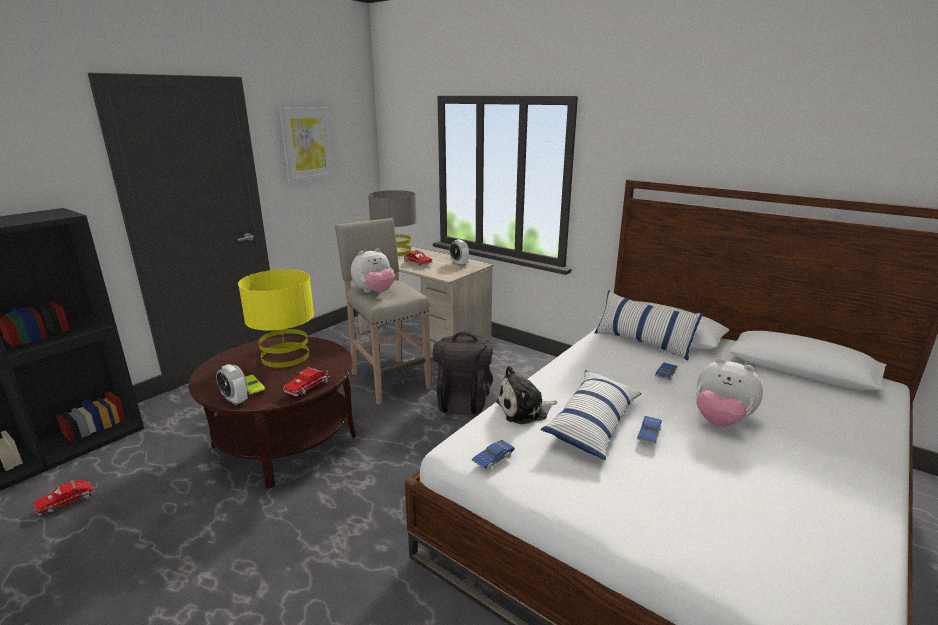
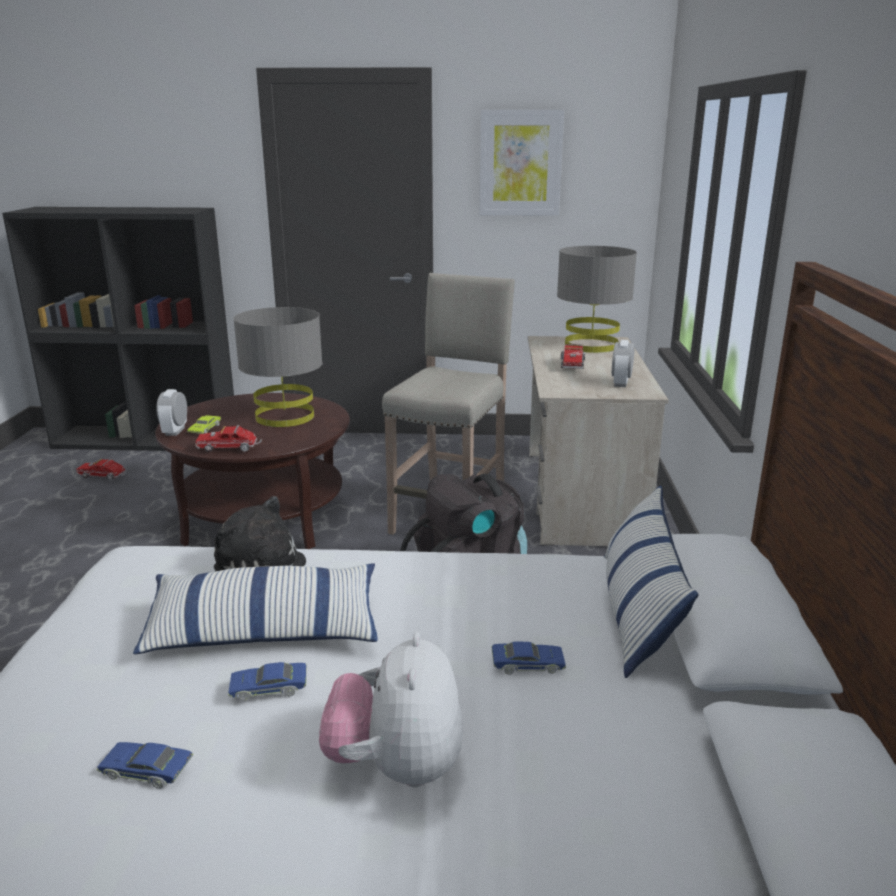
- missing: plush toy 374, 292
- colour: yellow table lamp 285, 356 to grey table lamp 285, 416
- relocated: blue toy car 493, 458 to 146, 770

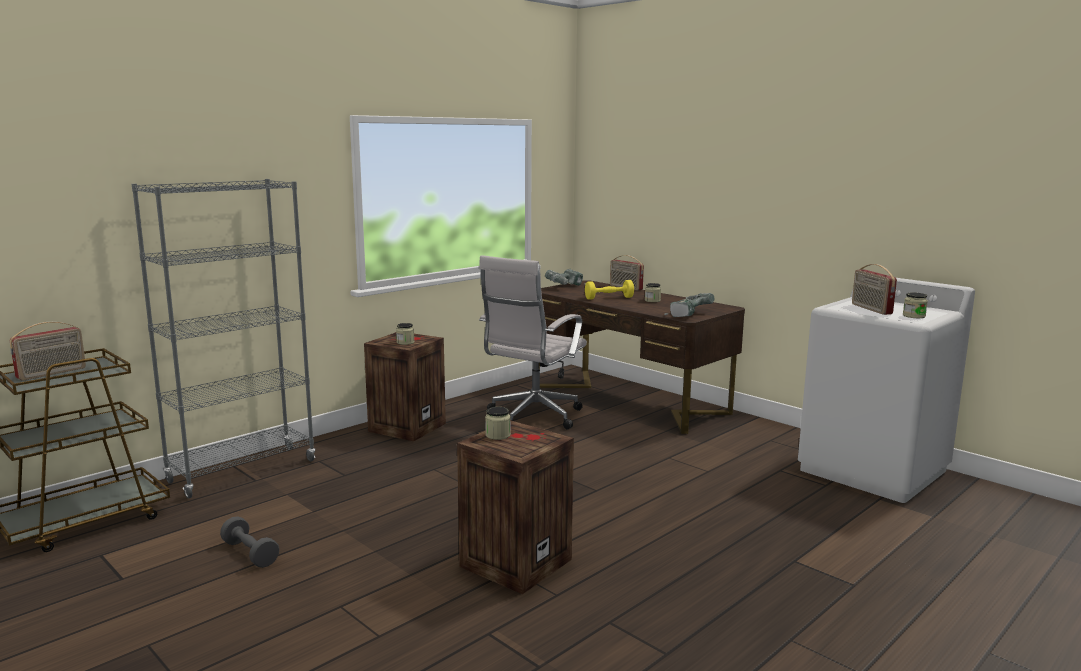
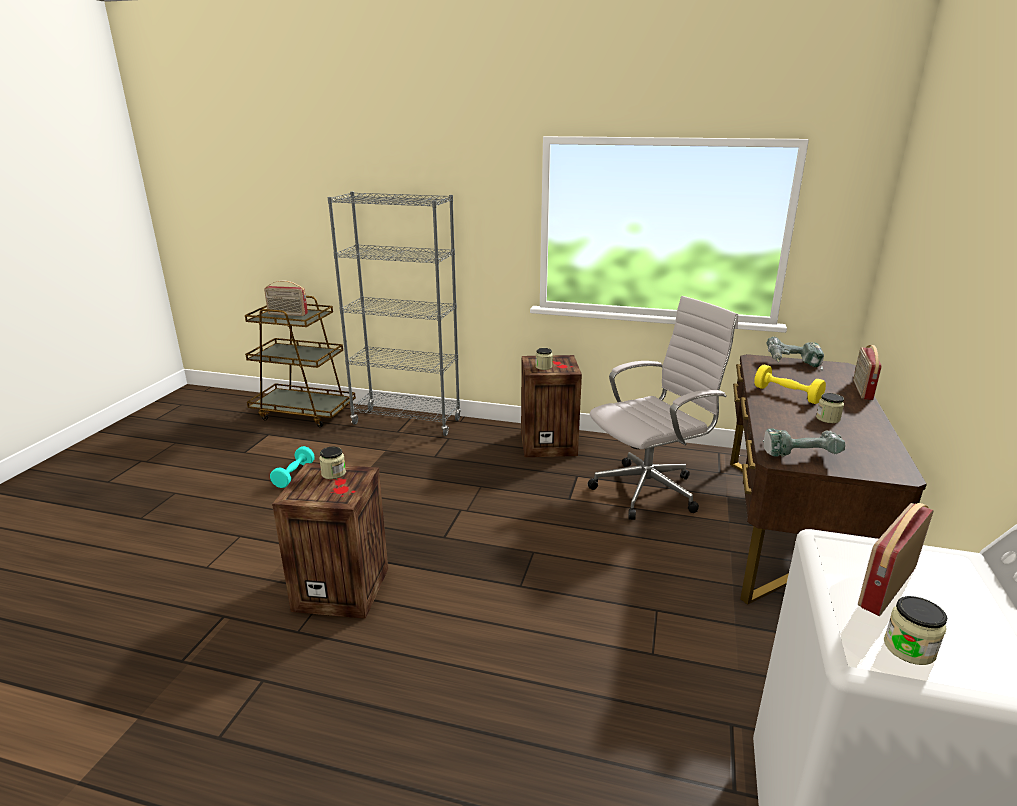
- spun: white office chair 532, 417 = 650, 490 150 degrees clockwise
- colour: grey dumbbell 250, 553 to turquoise dumbbell 294, 475

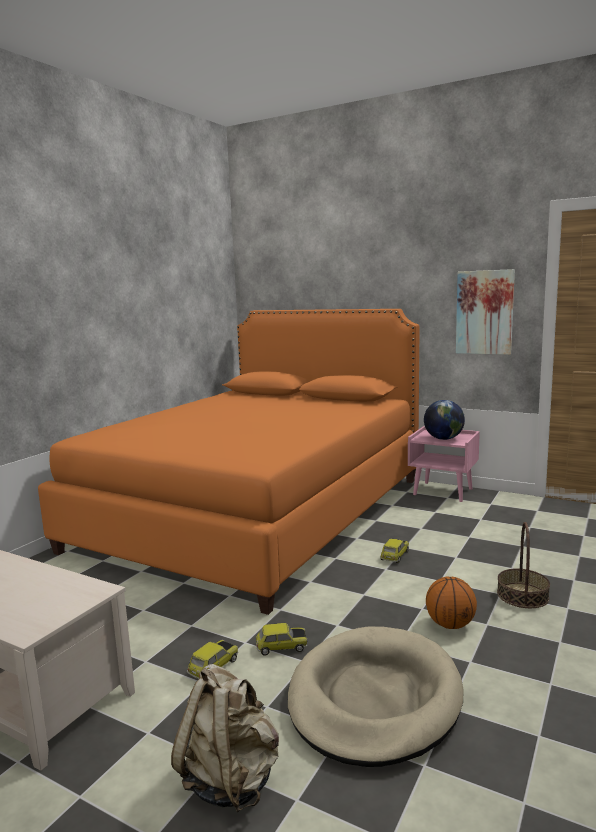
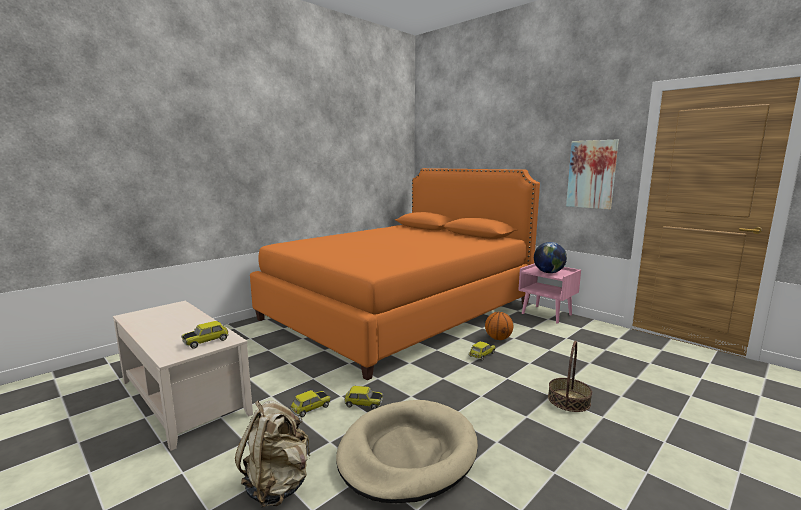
- relocated: basketball 450, 624 to 498, 338
- appeared: toy car 206, 341

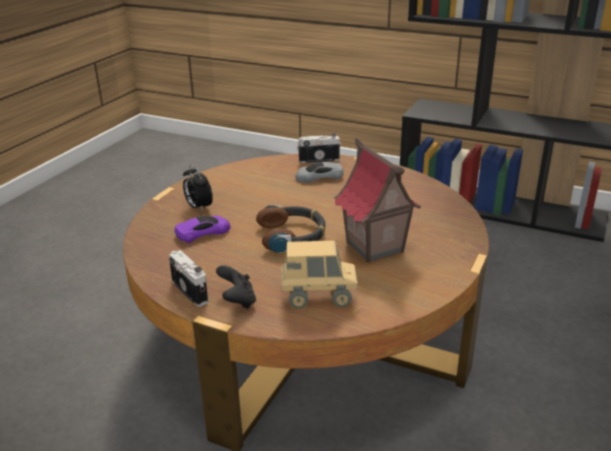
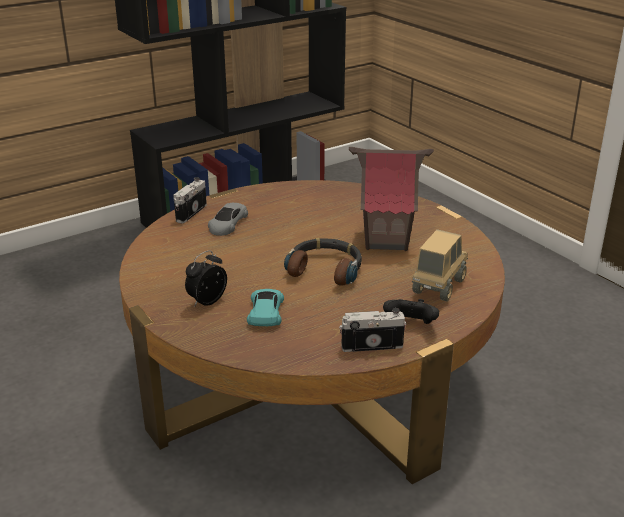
- spun: alarm clock 198, 207 = 207, 301 135 degrees clockwise
- colour: purple toy car 203, 232 to turquoise toy car 266, 312

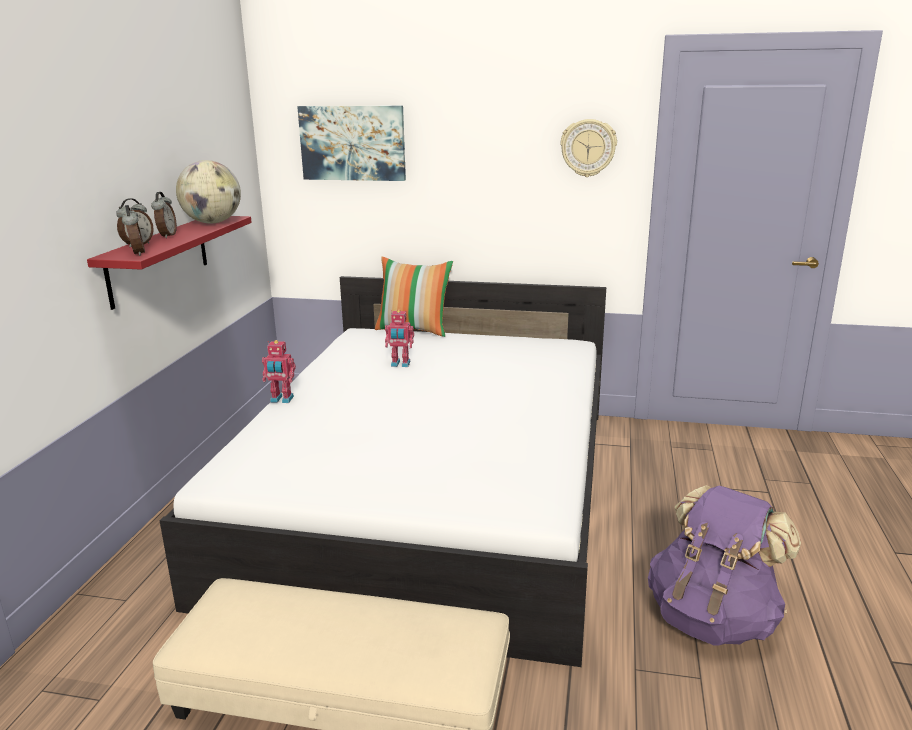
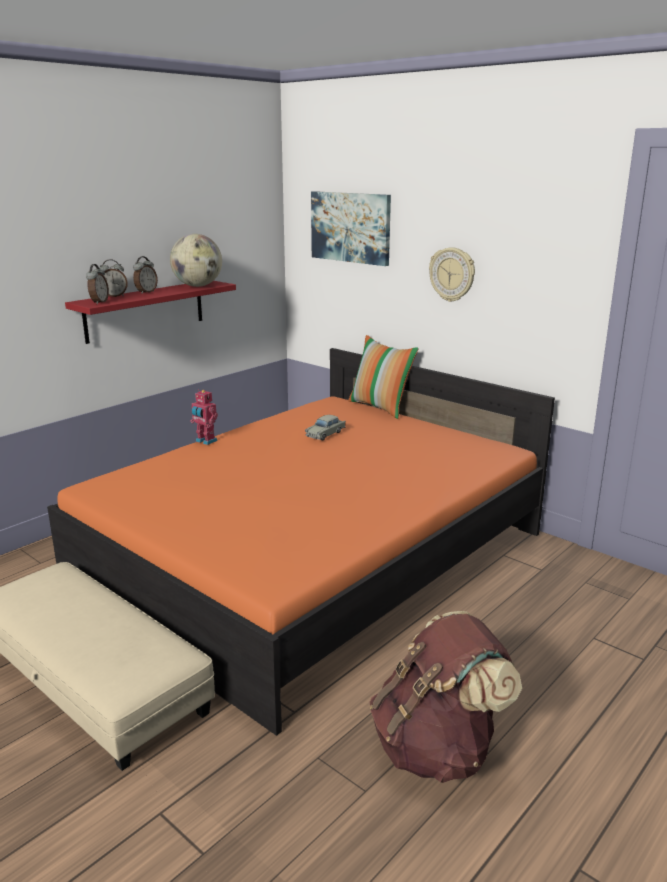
- relocated: wall clock 588, 148 to 452, 274
- colour: white bed 431, 494 to orange bed 312, 556
- exchanged: toy robot 400, 364 to beige toy car 325, 434
- colour: purple backpack 712, 618 to brown backpack 437, 748

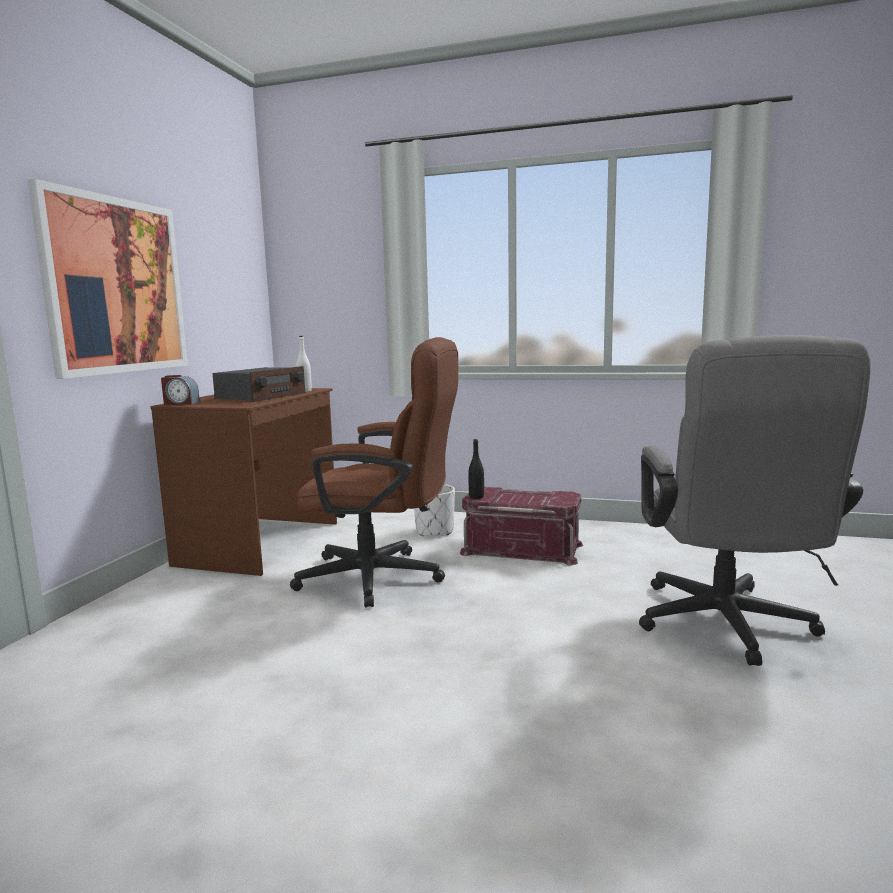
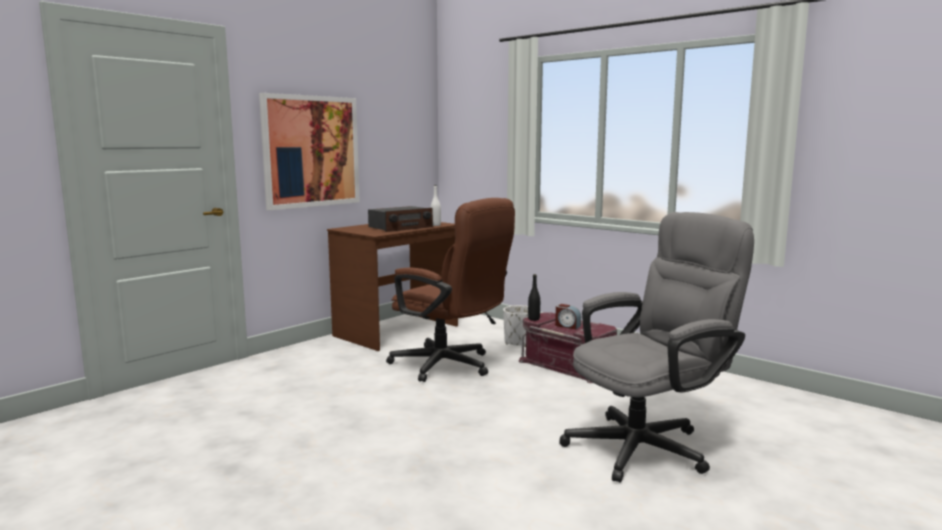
- spun: grey office chair 727, 628 = 648, 445 150 degrees counterclockwise
- relocated: alarm clock 181, 403 to 567, 326

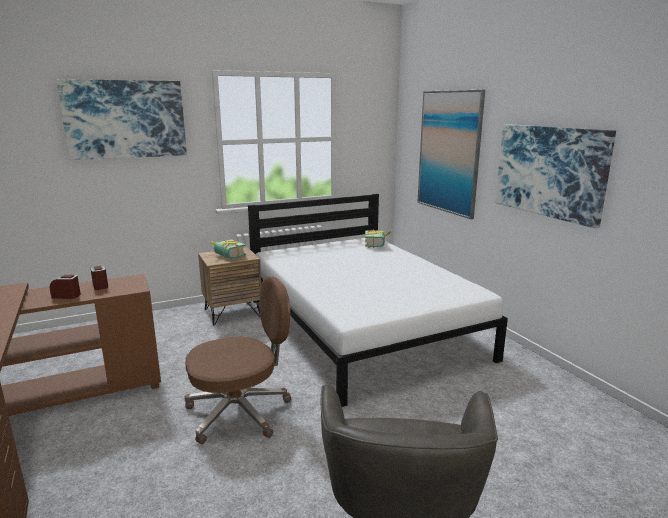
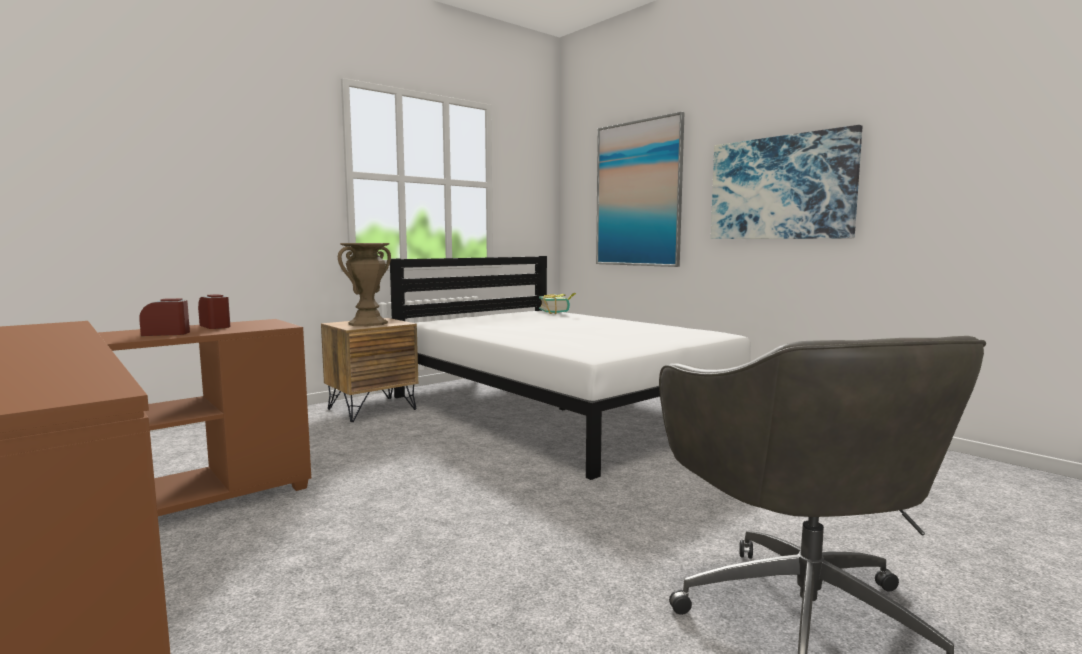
- missing: picture 125, 119
- exchanged: book 227, 256 to brown vase 368, 323
- missing: brown office chair 240, 412

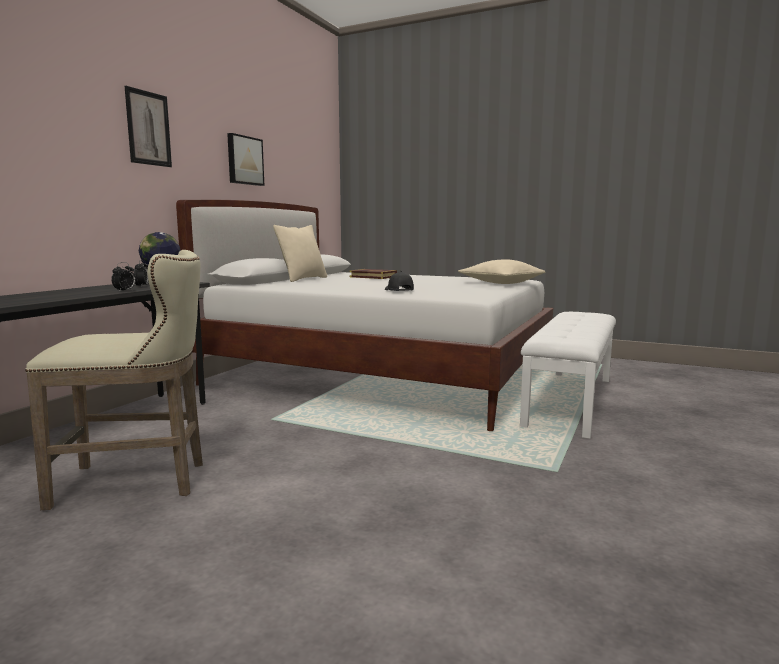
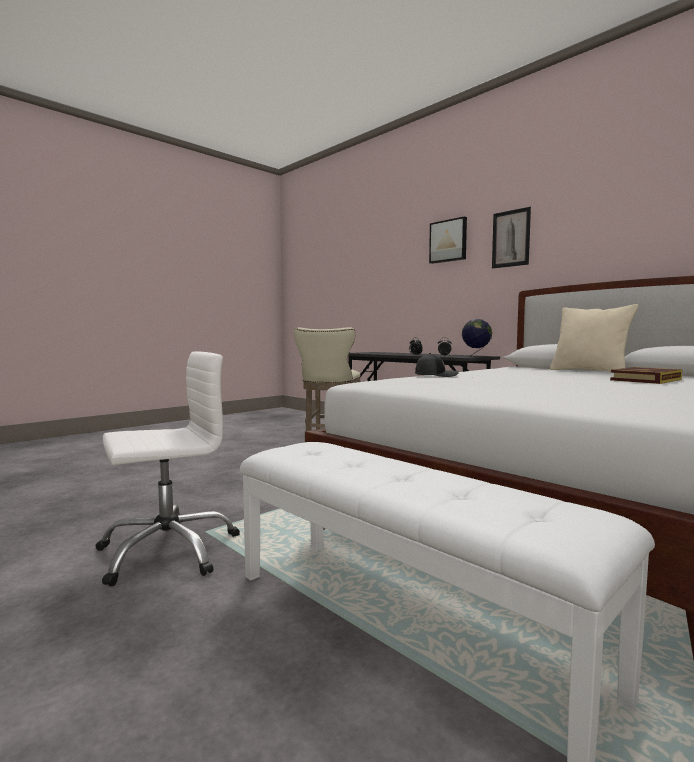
- relocated: picture 244, 160 to 448, 241
- missing: beige pillow 501, 283
- appeared: white office chair 168, 550

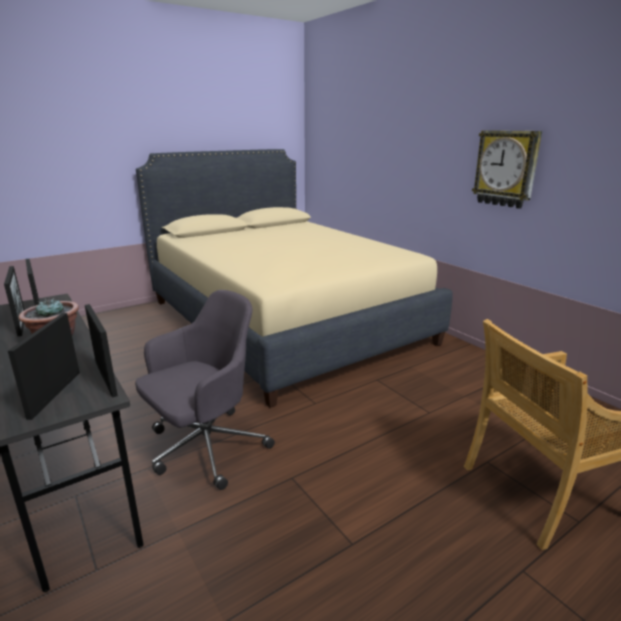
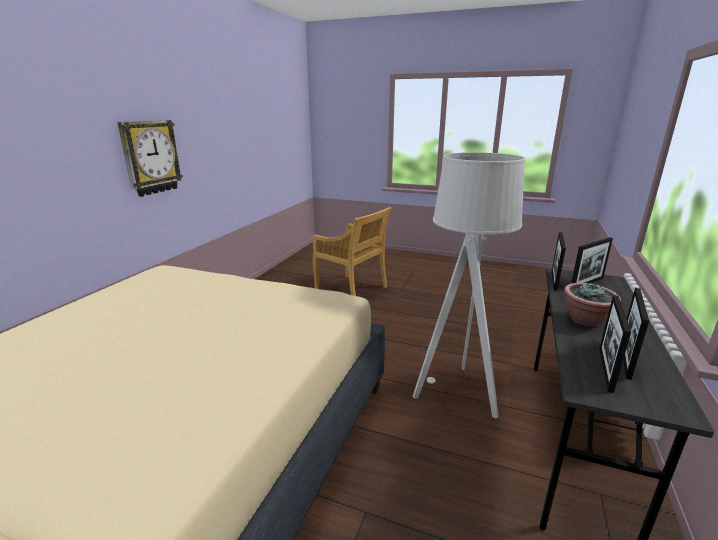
- exchanged: grey office chair 205, 448 to grey floor lamp 457, 393

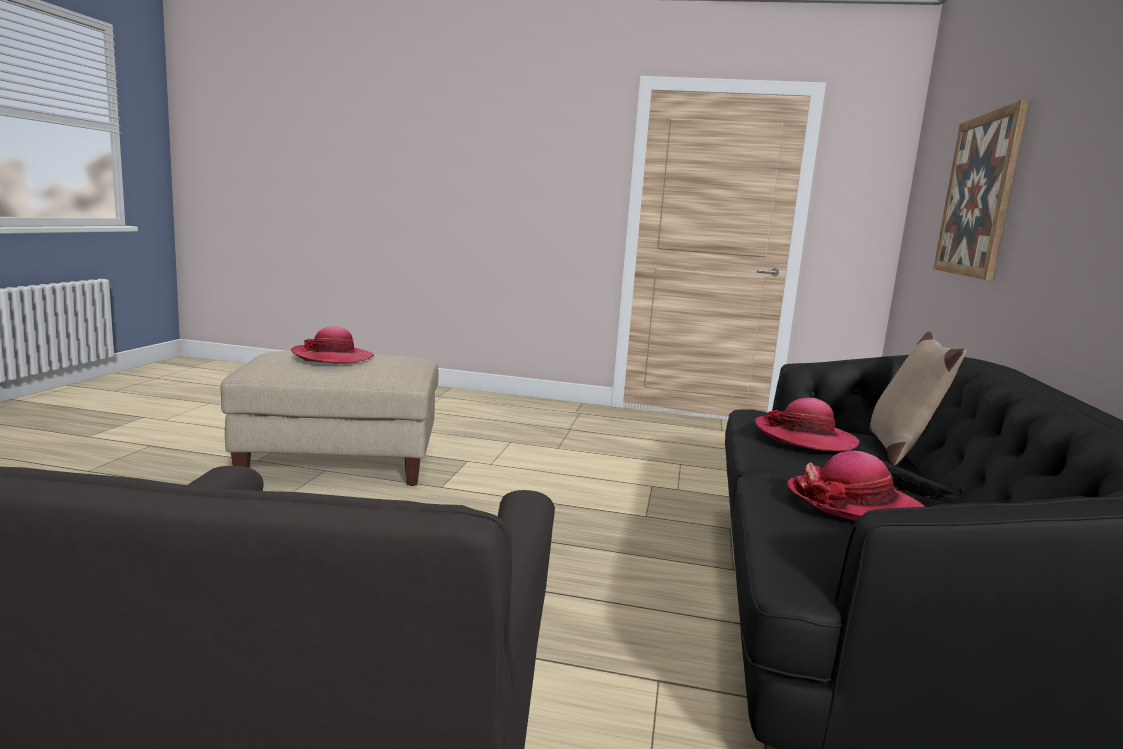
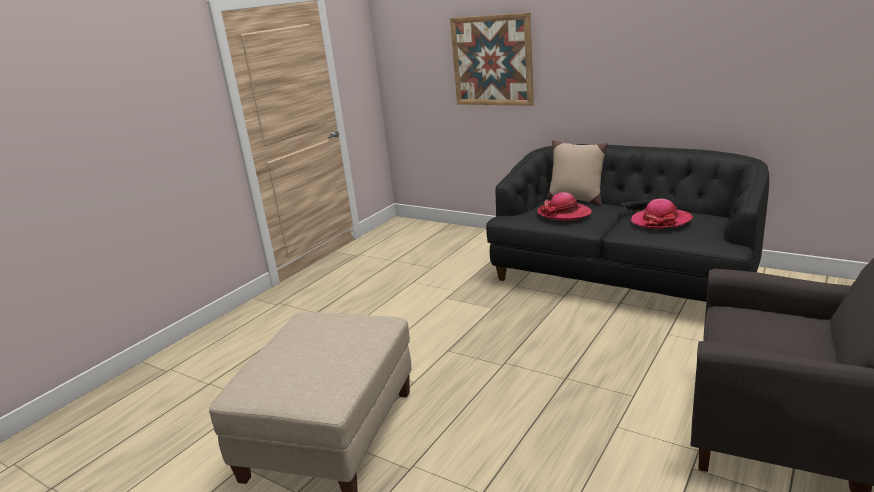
- missing: hat 332, 357

